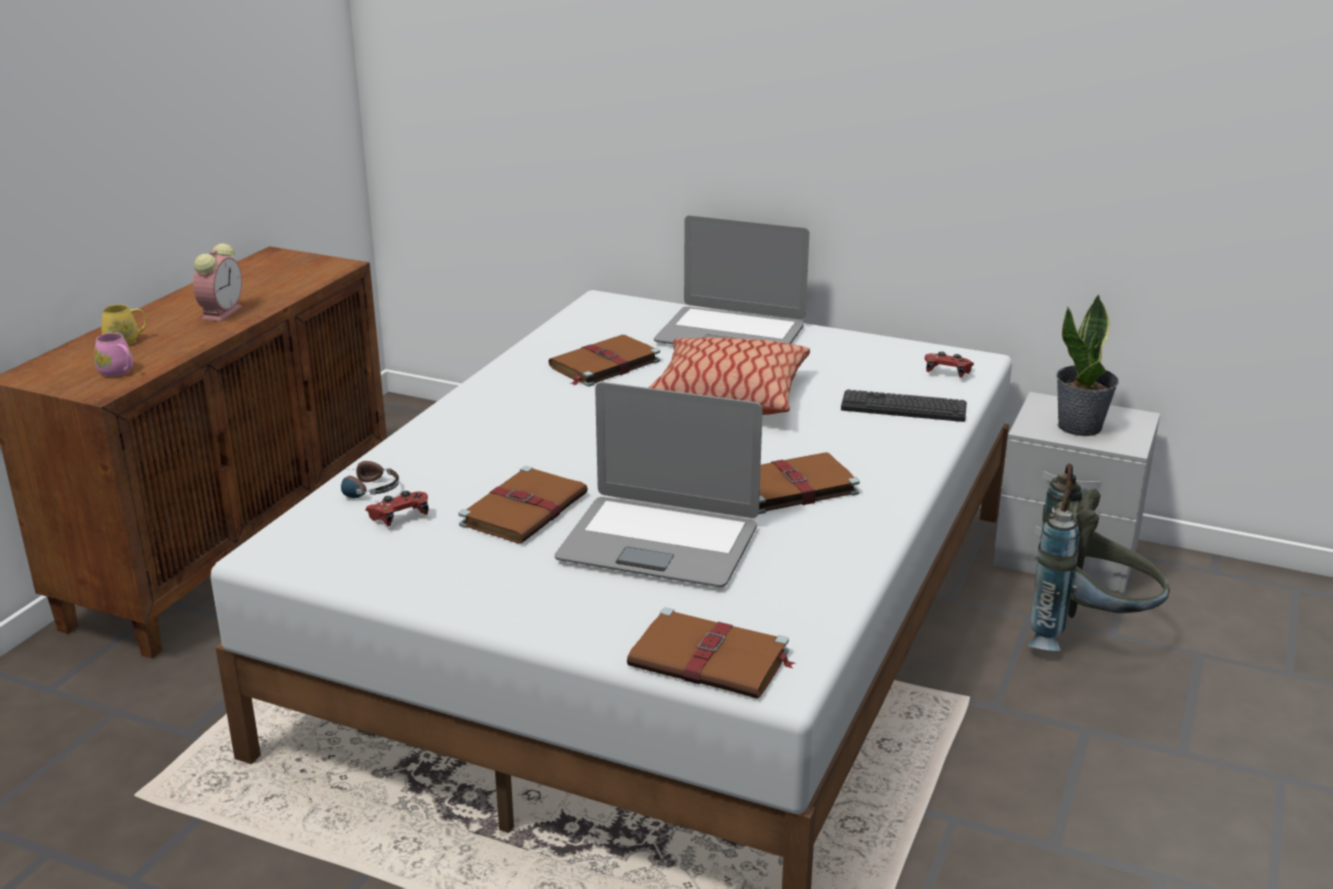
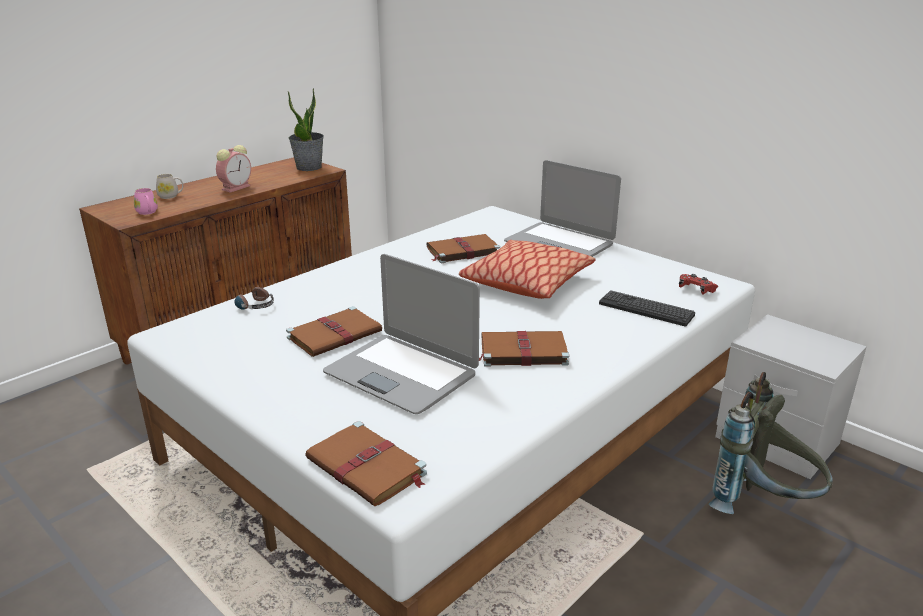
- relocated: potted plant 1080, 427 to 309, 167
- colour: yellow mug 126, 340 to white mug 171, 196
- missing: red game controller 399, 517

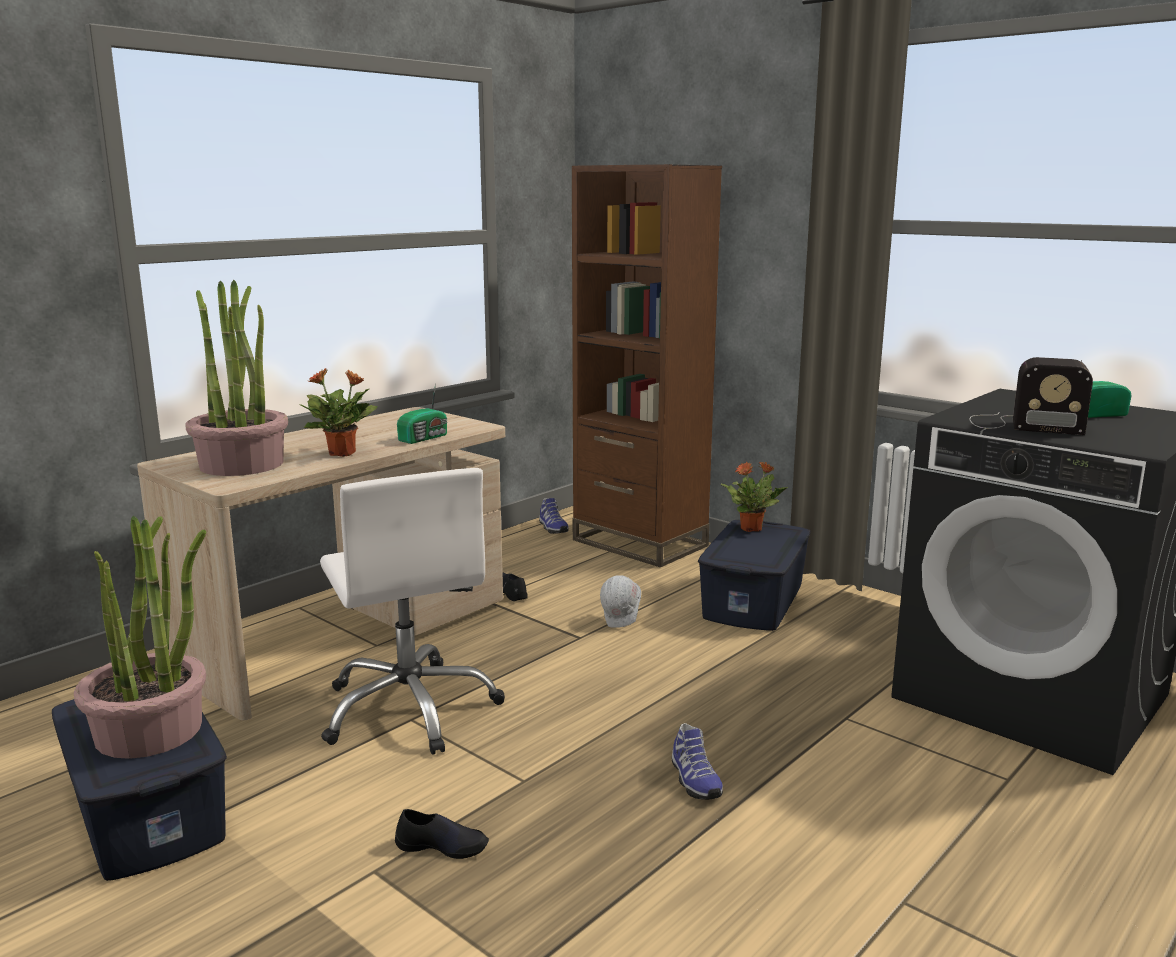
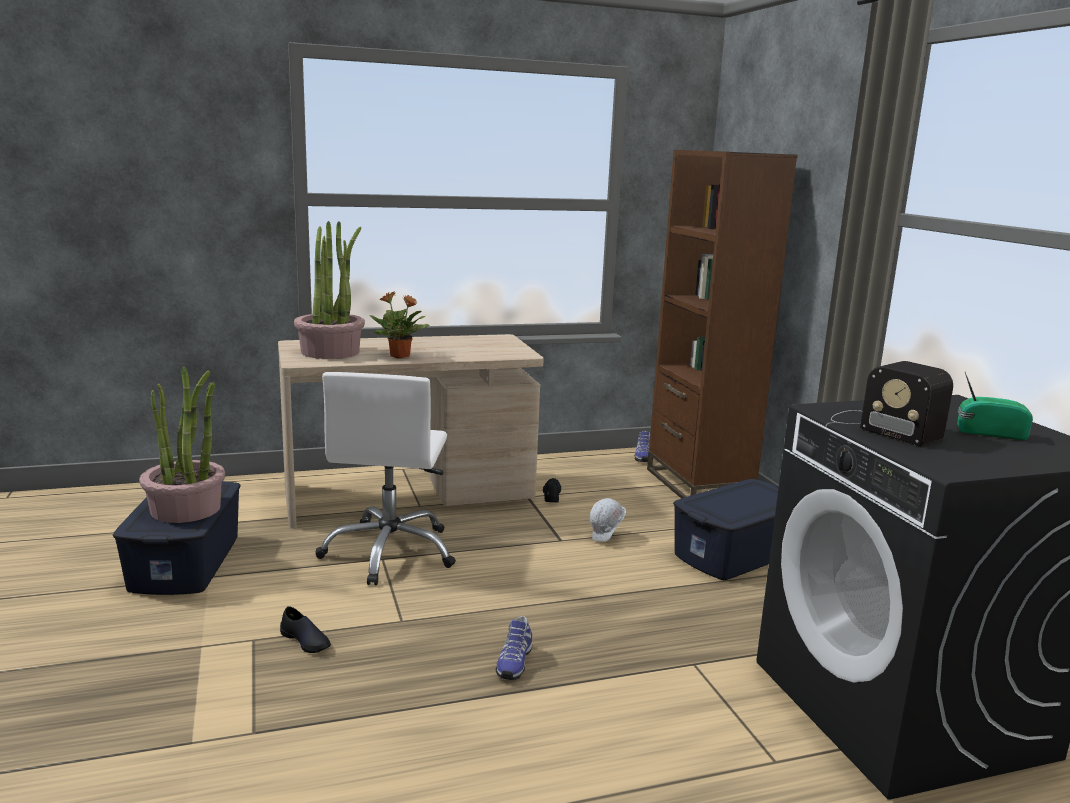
- missing: radio 425, 438
- missing: potted plant 752, 529

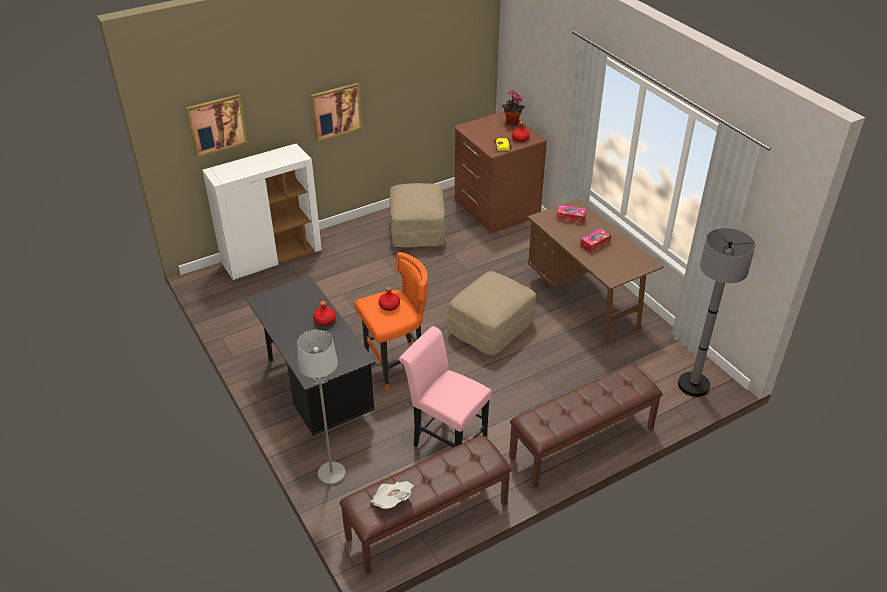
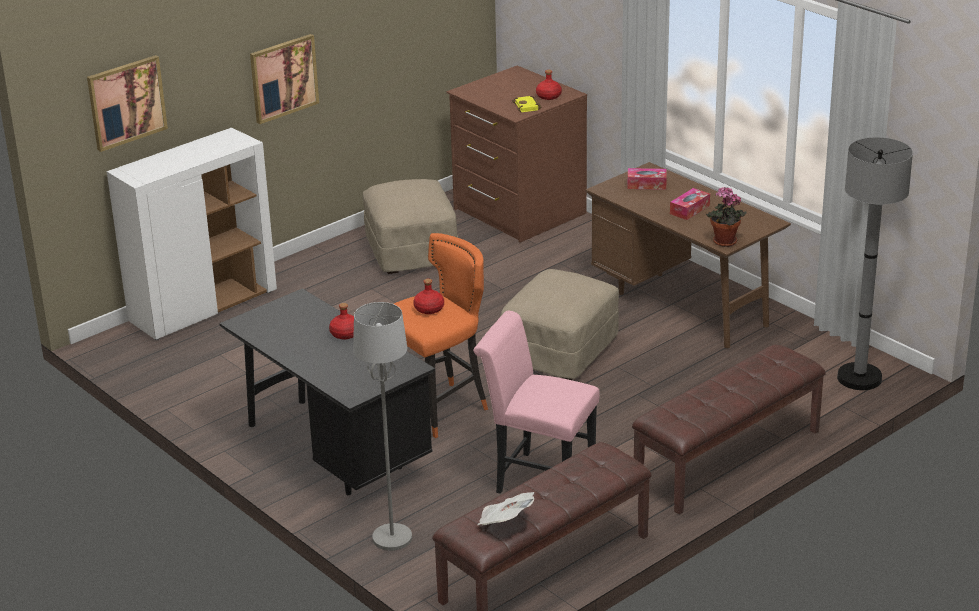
- relocated: potted plant 511, 123 to 724, 242

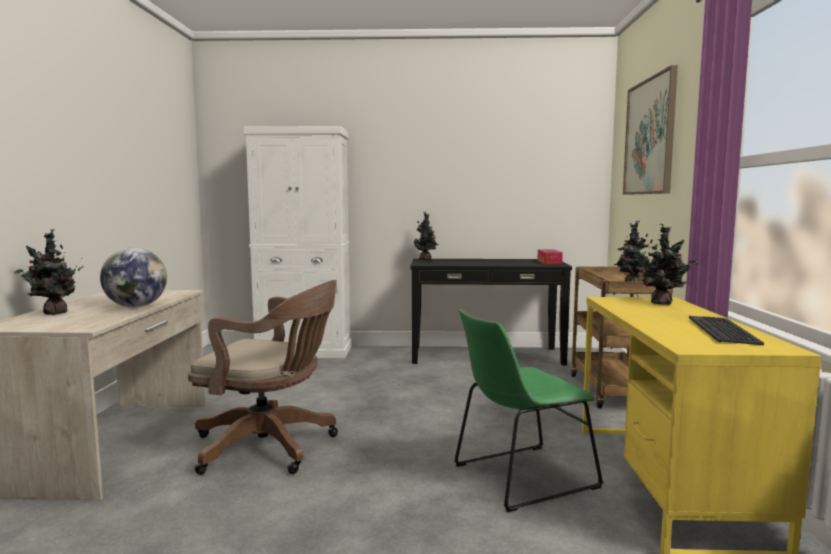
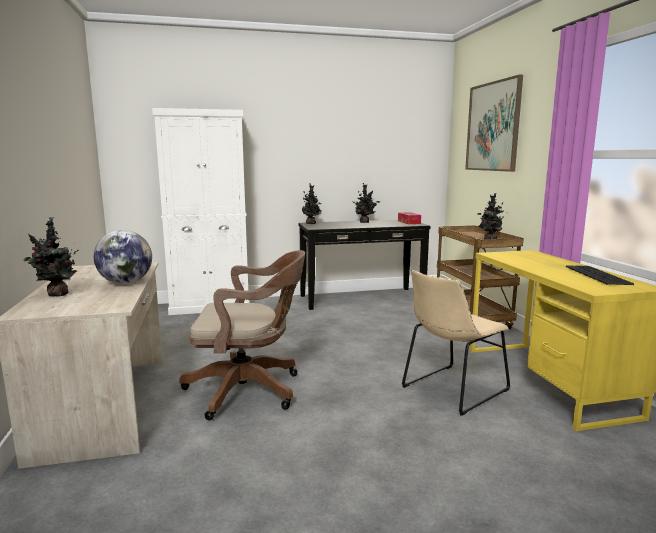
- relocated: potted plant 662, 303 to 365, 222
- colour: green chair 519, 477 to beige chair 452, 389

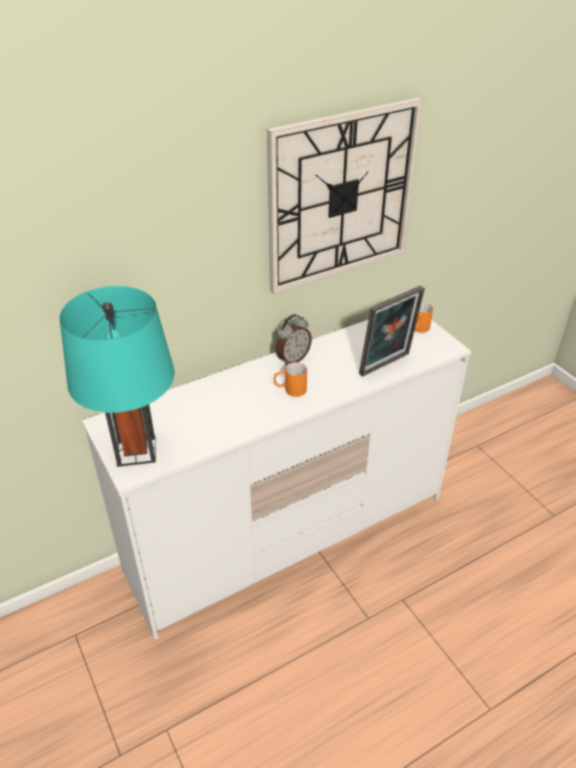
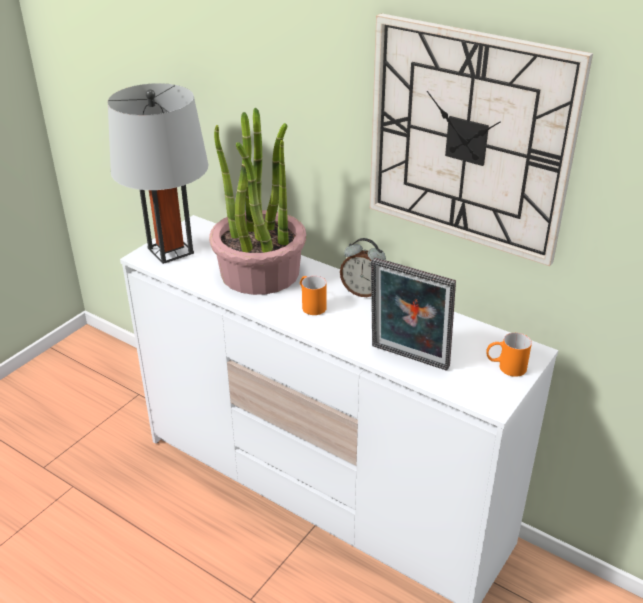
- colour: turquoise table lamp 136, 451 to grey table lamp 170, 250
- appeared: potted plant 260, 273

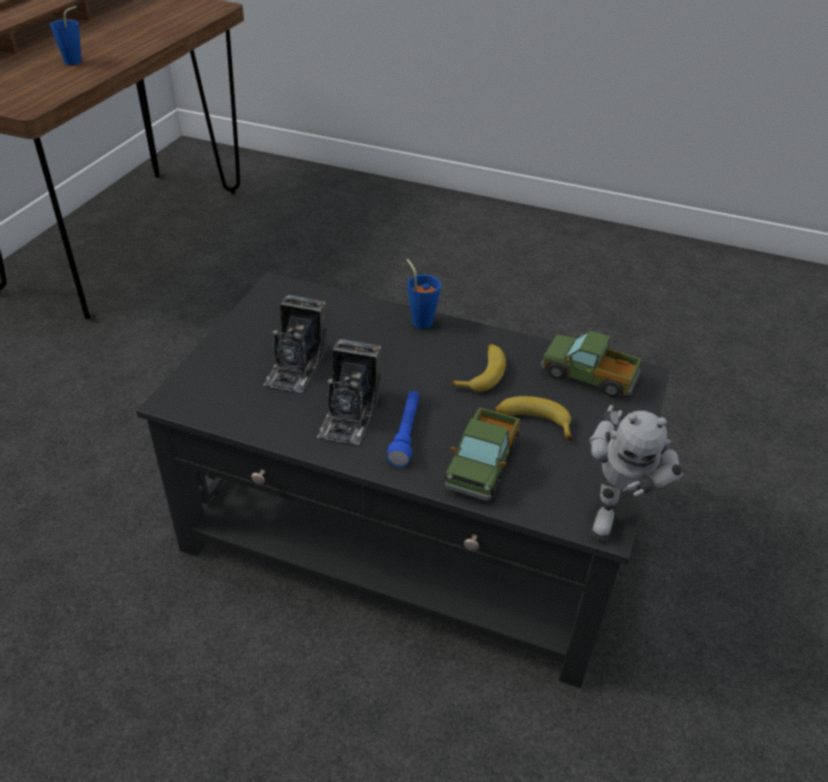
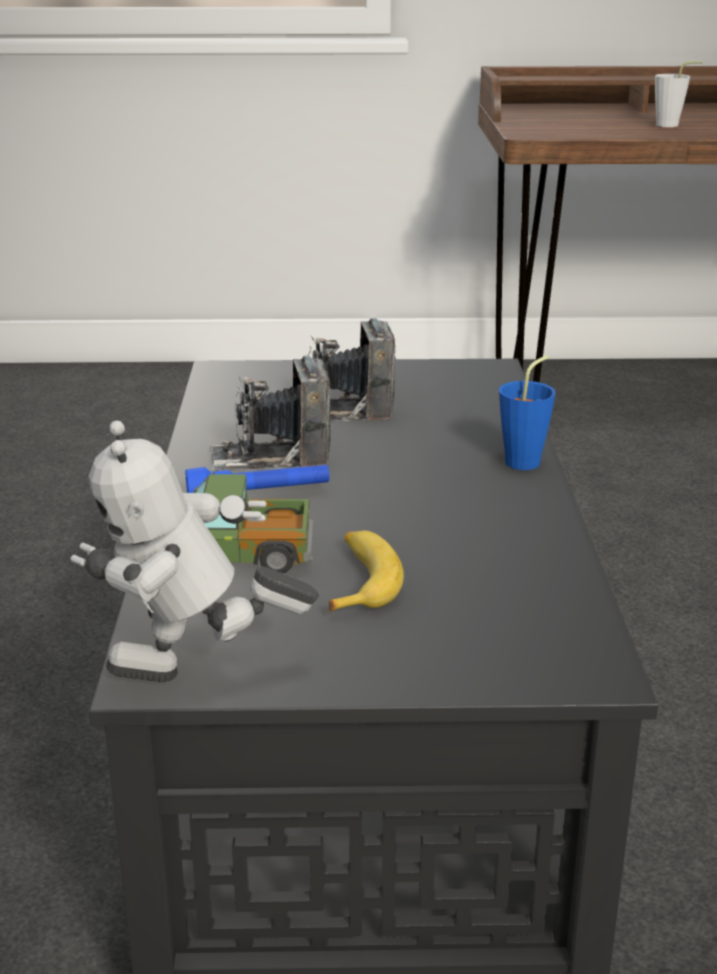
- colour: blue cup 76, 60 to white cup 672, 125
- missing: toy truck 588, 376
- missing: banana 481, 373

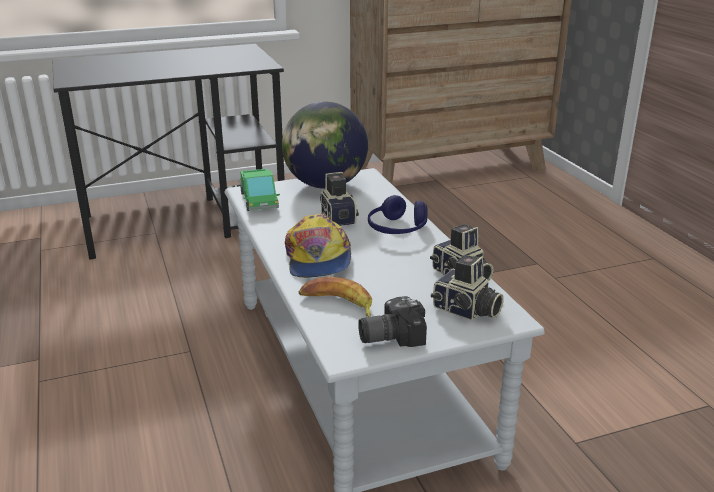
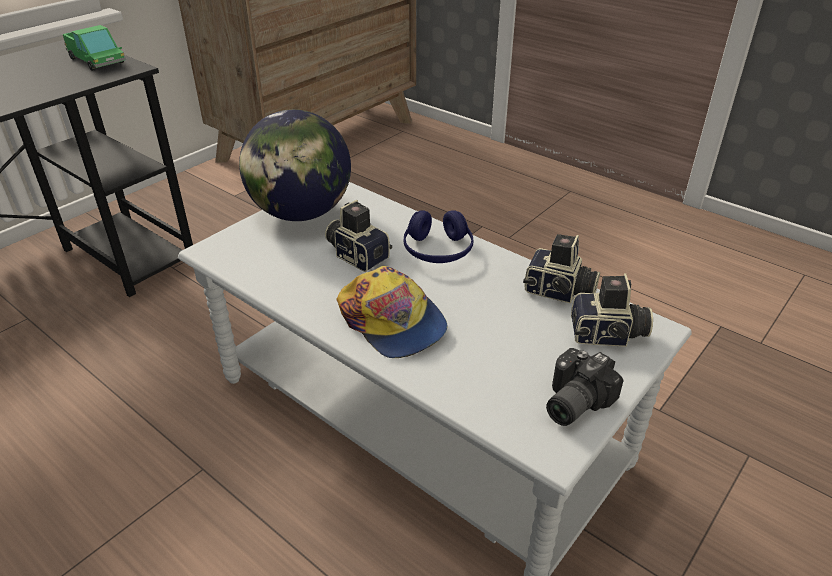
- relocated: toy truck 259, 200 to 97, 60
- missing: banana 337, 304

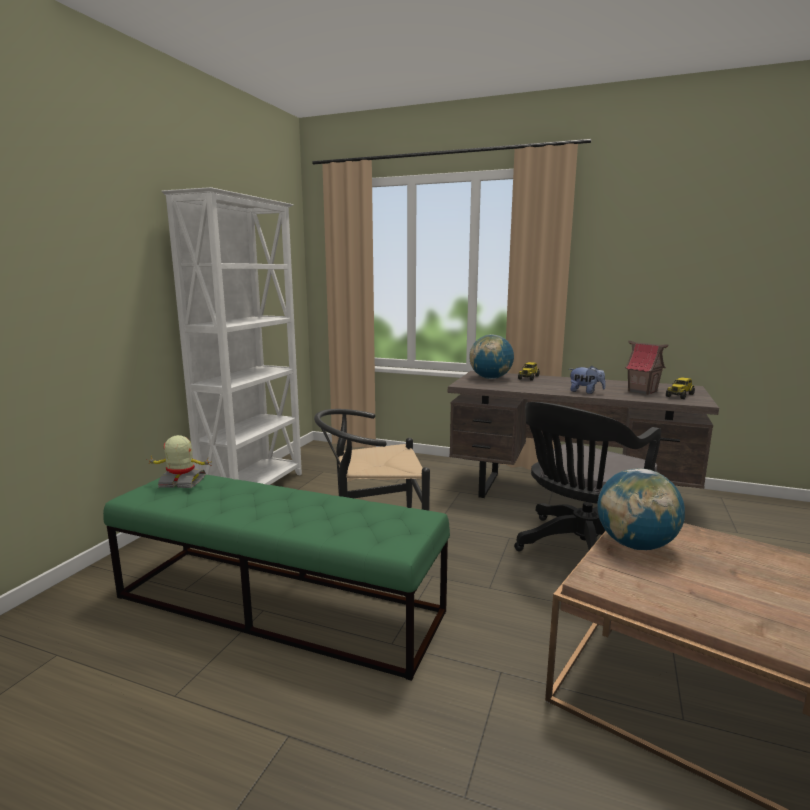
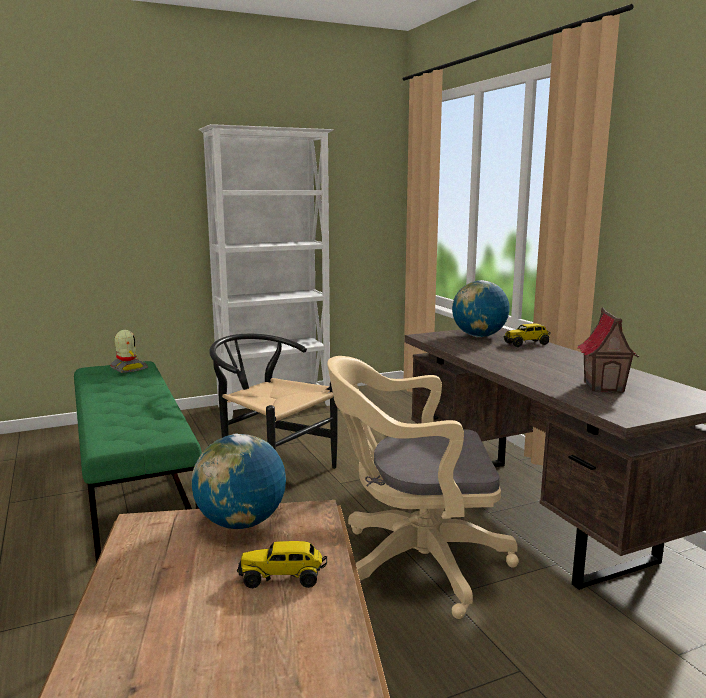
- missing: plush toy 585, 392
- relocated: toy truck 680, 395 to 282, 577
- colour: black office chair 580, 550 to beige office chair 413, 563

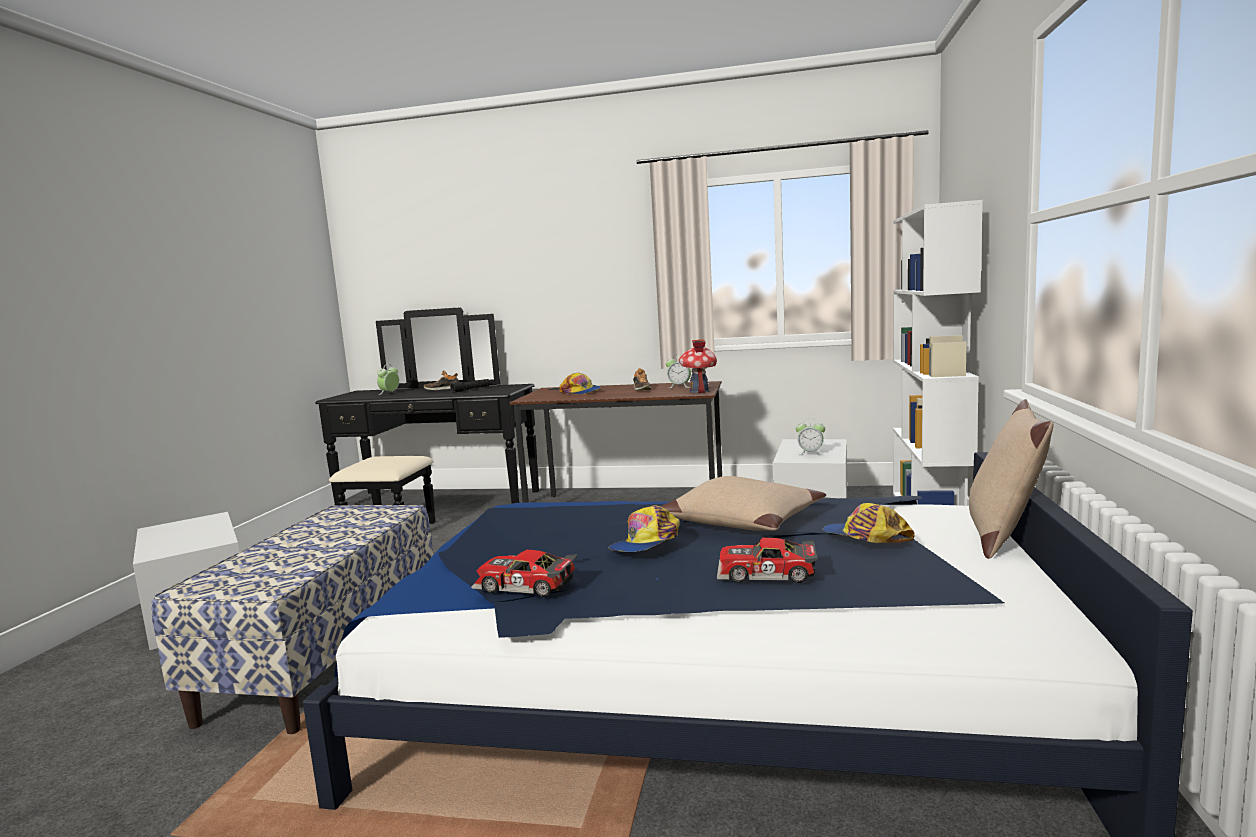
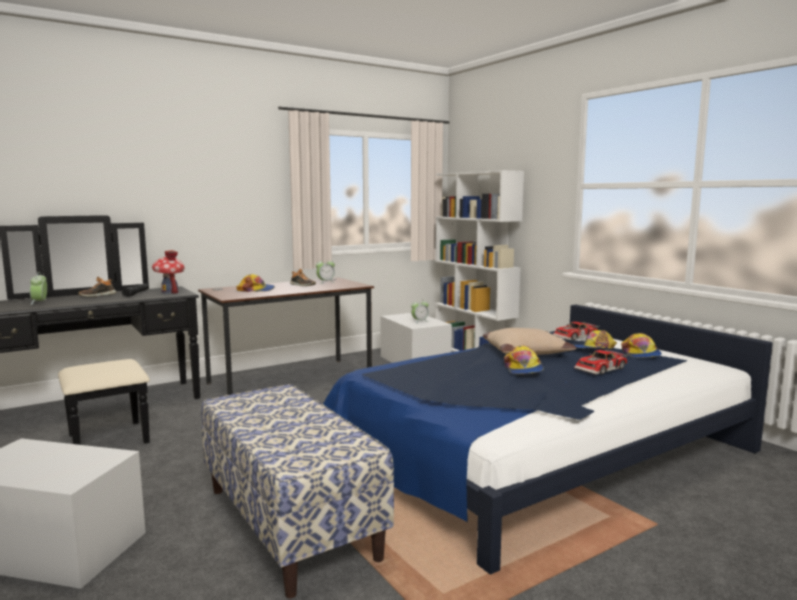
- relocated: toy house 699, 391 to 169, 292
- missing: beige pillow 1003, 536
- relocated: toy car 524, 586 to 576, 337
- appeared: cap 641, 353

